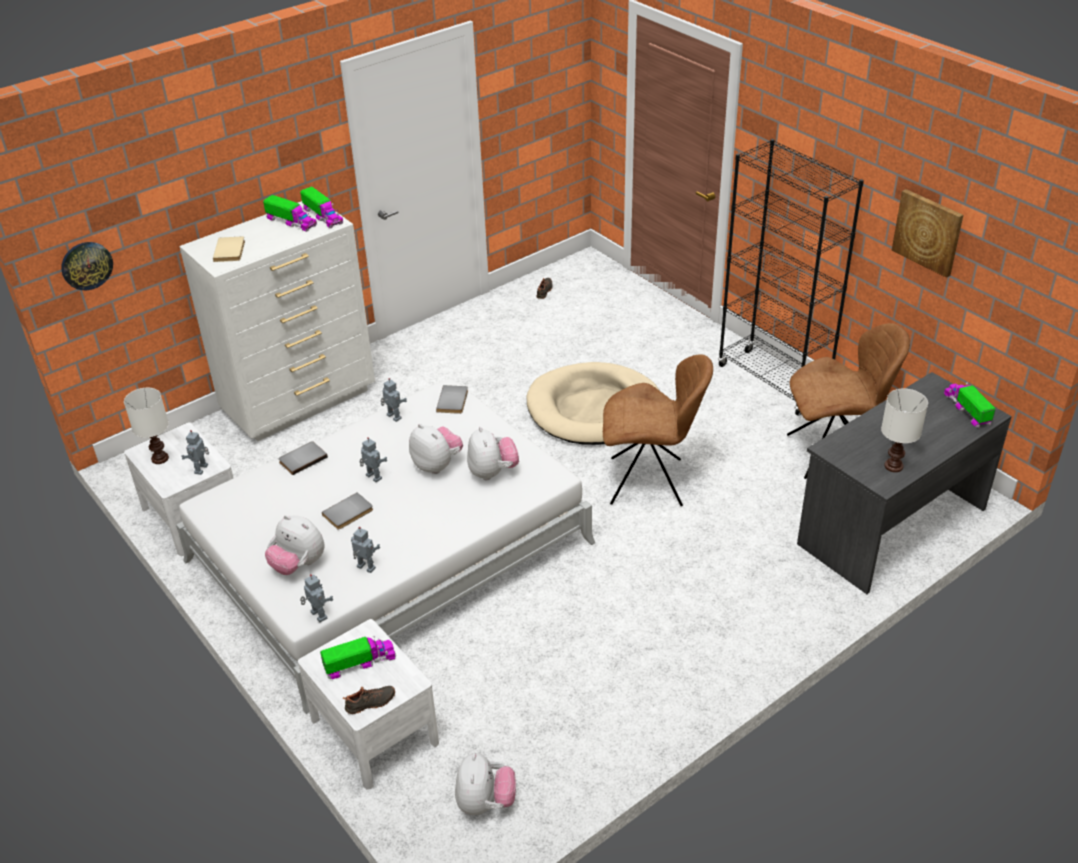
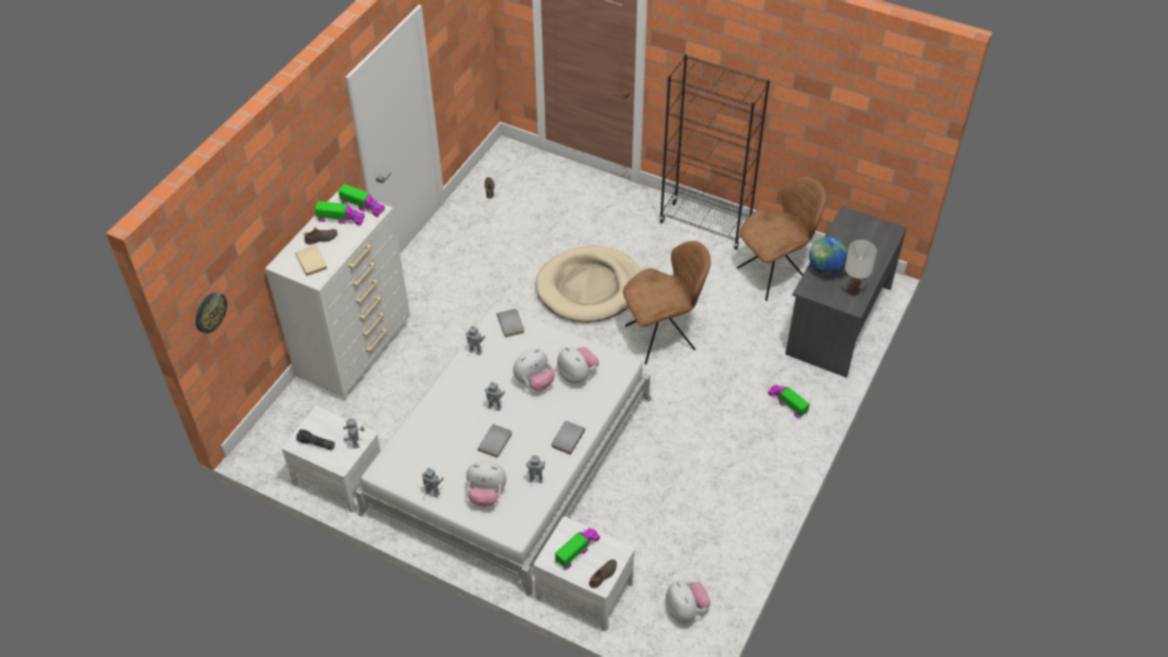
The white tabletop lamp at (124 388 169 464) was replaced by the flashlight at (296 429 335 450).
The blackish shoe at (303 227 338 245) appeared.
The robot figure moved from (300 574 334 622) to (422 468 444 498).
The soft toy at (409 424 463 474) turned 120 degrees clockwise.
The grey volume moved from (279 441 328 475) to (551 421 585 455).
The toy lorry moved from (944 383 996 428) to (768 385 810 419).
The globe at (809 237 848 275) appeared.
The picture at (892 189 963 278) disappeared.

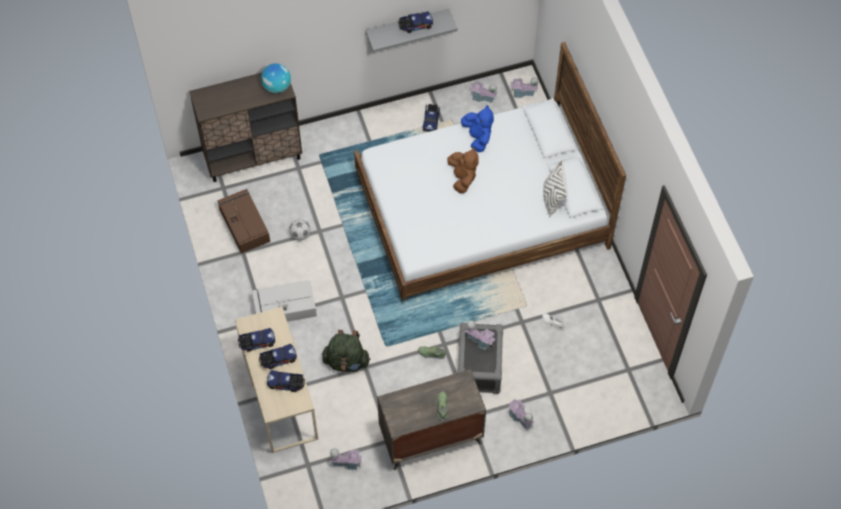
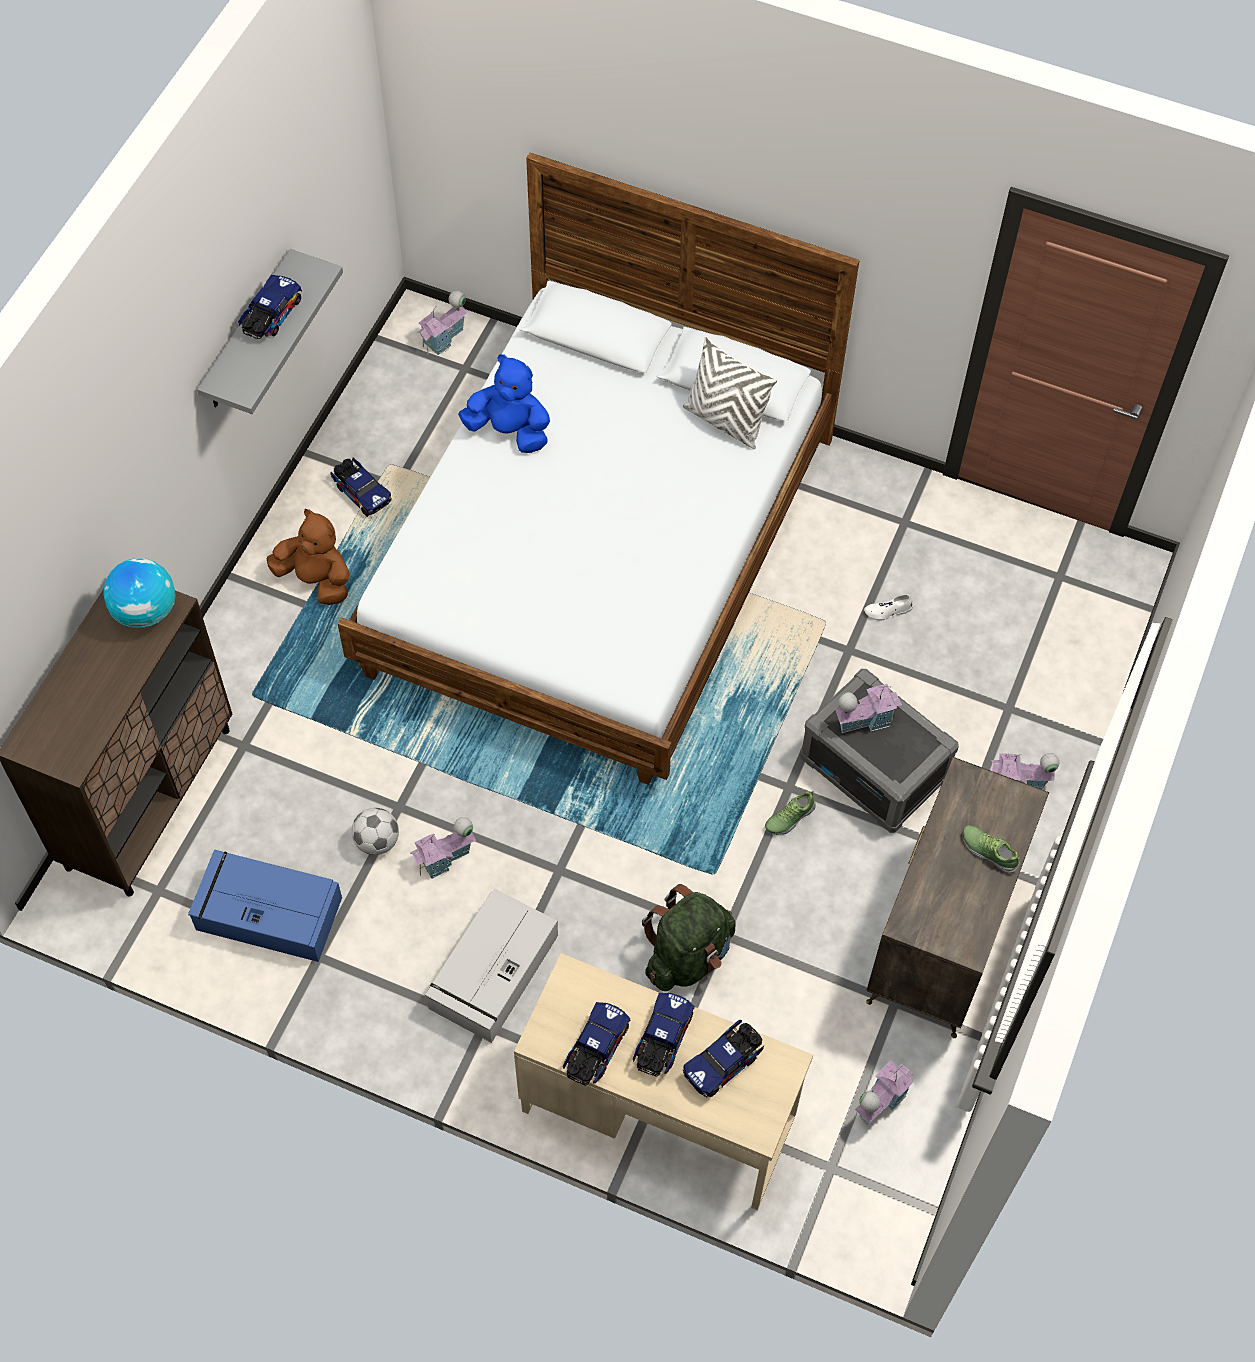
The brown storage bin at (217 189 270 254) became the blue-coloured storage bin at (188 850 342 962).
The brown soft toy moved from (447 147 479 193) to (266 509 349 605).
The toy house moved from (469 81 497 103) to (410 817 476 879).

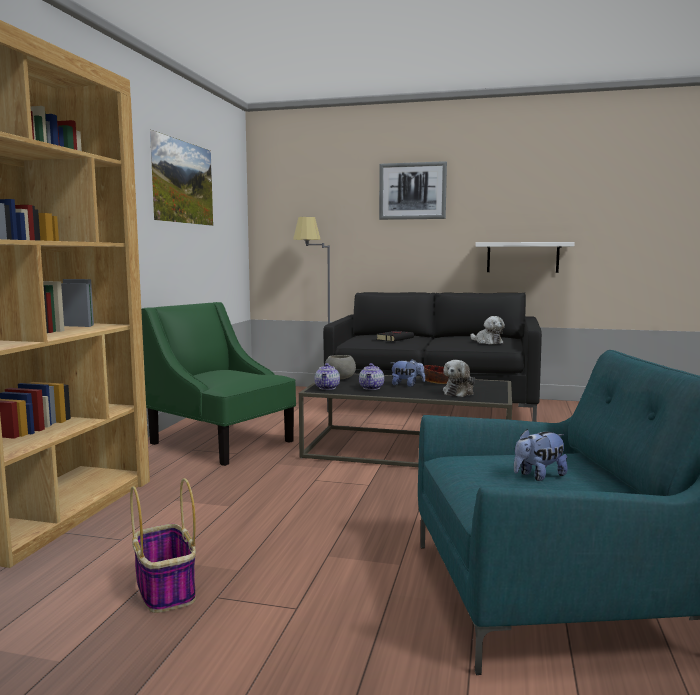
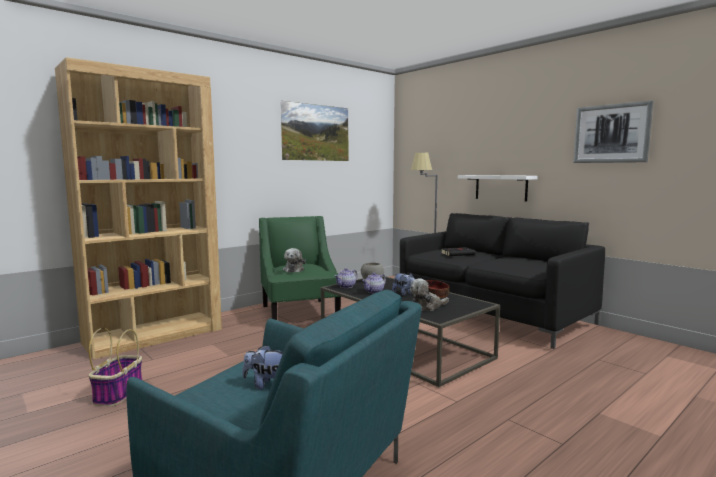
The soft toy moved from (470 316 505 344) to (283 248 306 273).
The white wall shelf moved from (476 242 575 273) to (458 175 538 201).
The picture moved from (379 161 447 220) to (573 101 653 163).

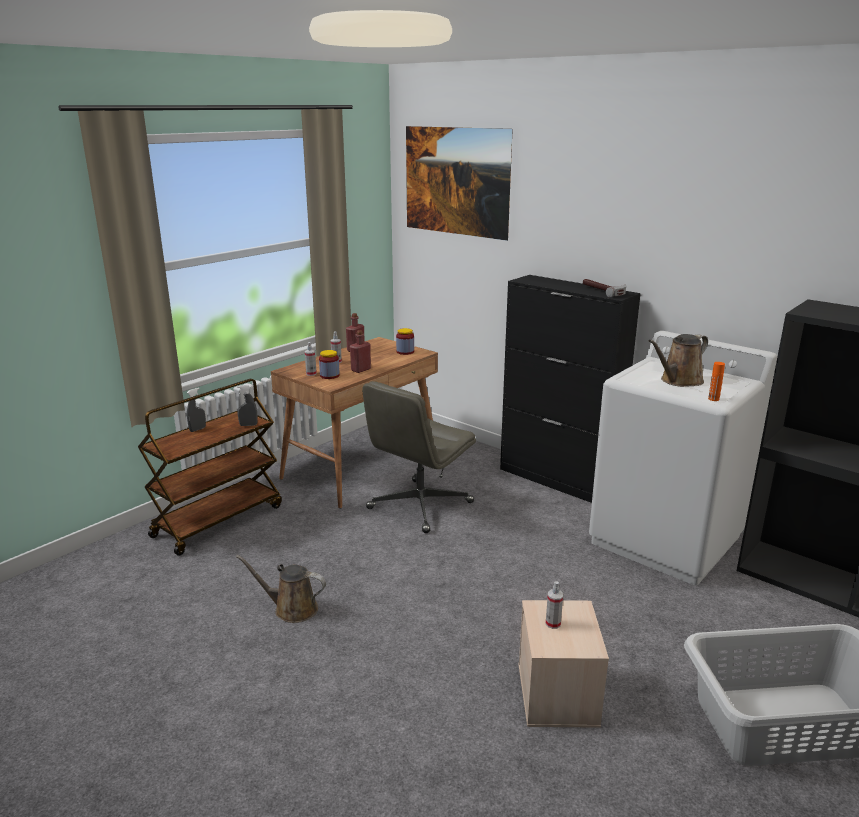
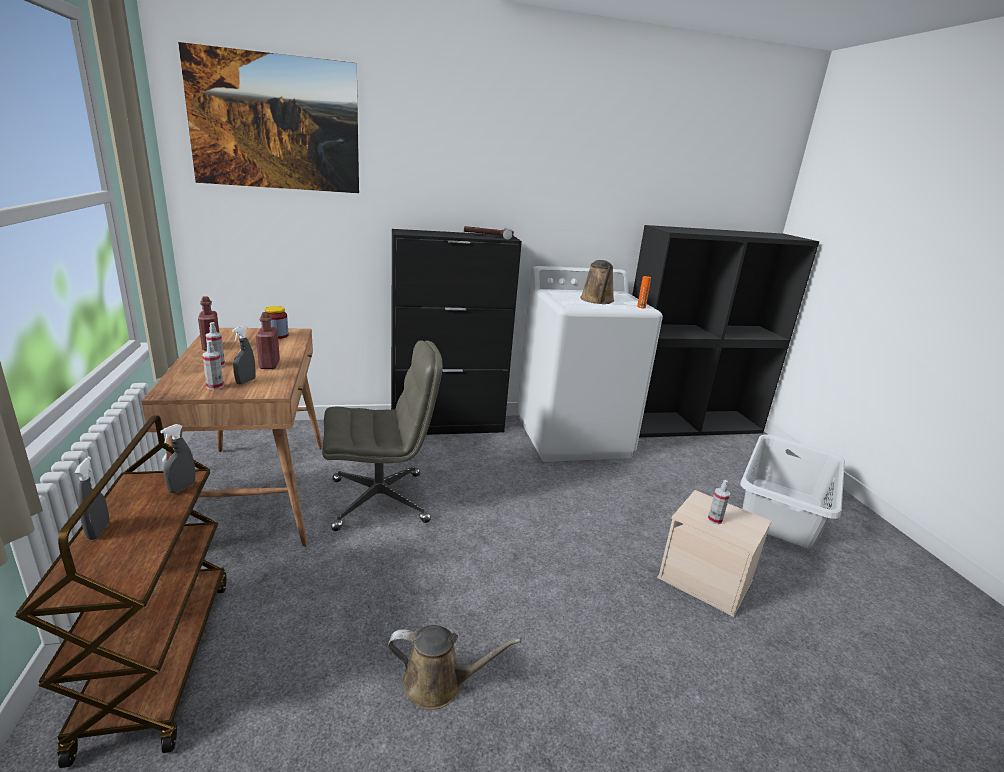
The jar at (319 350 340 379) was replaced by the grey hand sprayer at (232 326 256 385).
The grey office chair at (362 381 476 533) turned 90 degrees counterclockwise.
The brown watering pot at (236 555 326 623) turned 135 degrees counterclockwise.

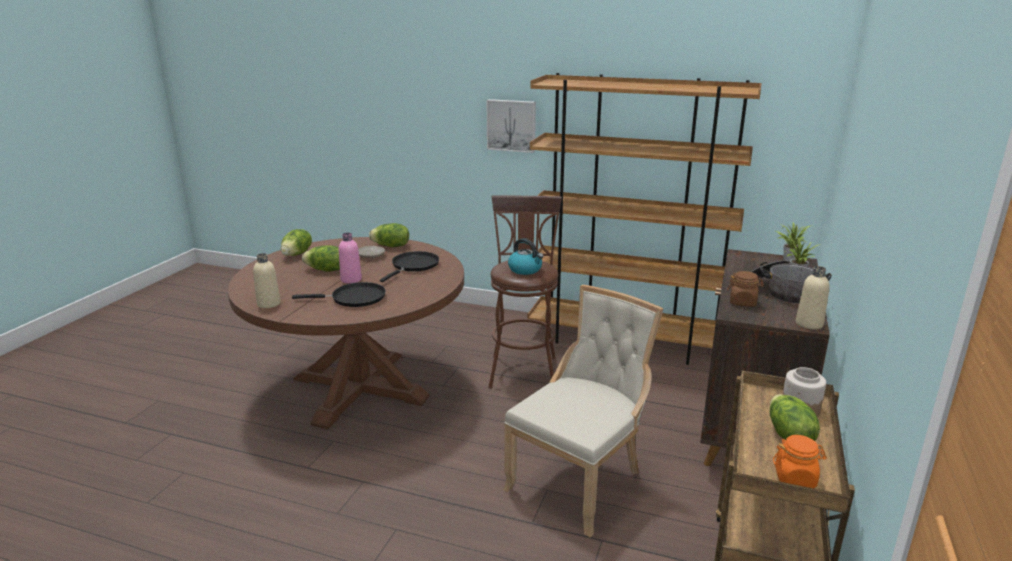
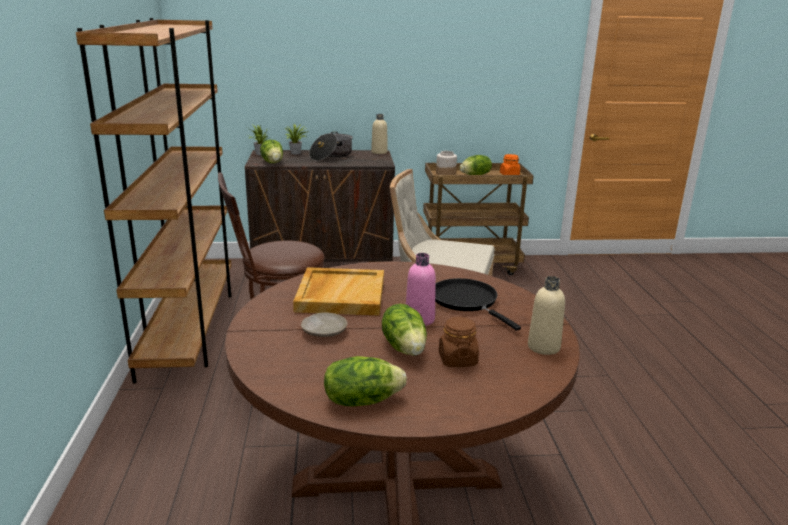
The lettuce moved from (369 223 409 247) to (260 140 283 163).
The blackish skillet at (380 251 439 282) was replaced by the beige serving tray at (293 267 384 316).
The brown jar moved from (727 271 764 307) to (439 317 479 367).
The picture at (486 99 536 153) disappeared.
The kettle at (508 238 543 275) disappeared.

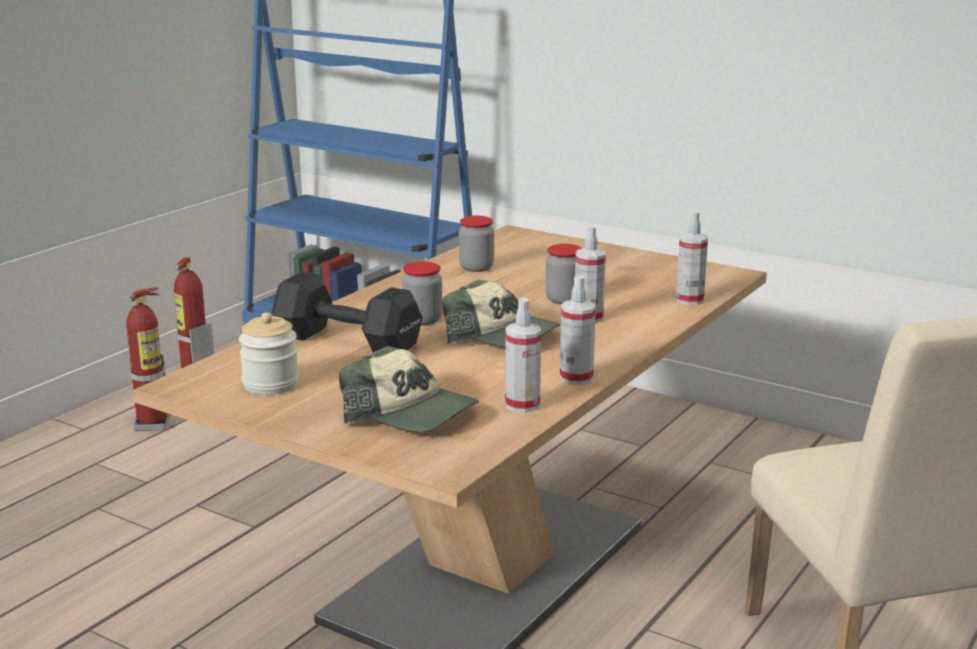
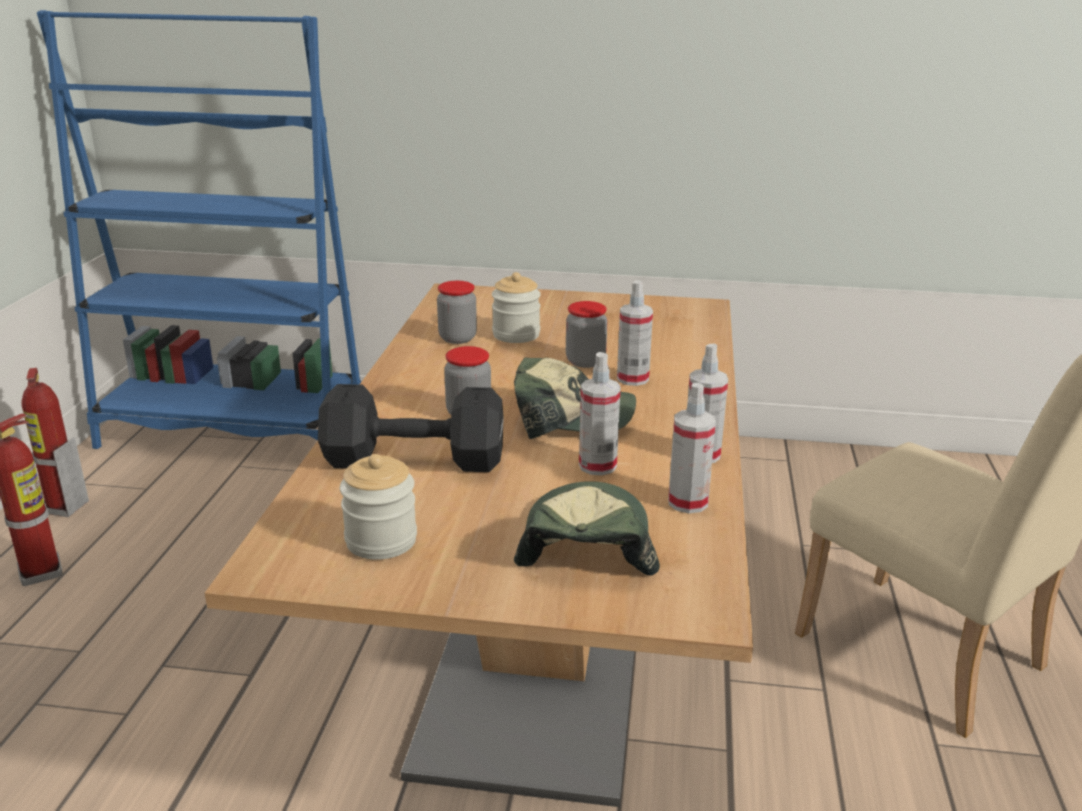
The jar at (492 272 541 343) appeared.
The cap at (339 346 479 432) turned 90 degrees counterclockwise.
The hand sprayer moved from (676 211 708 305) to (579 352 621 475).

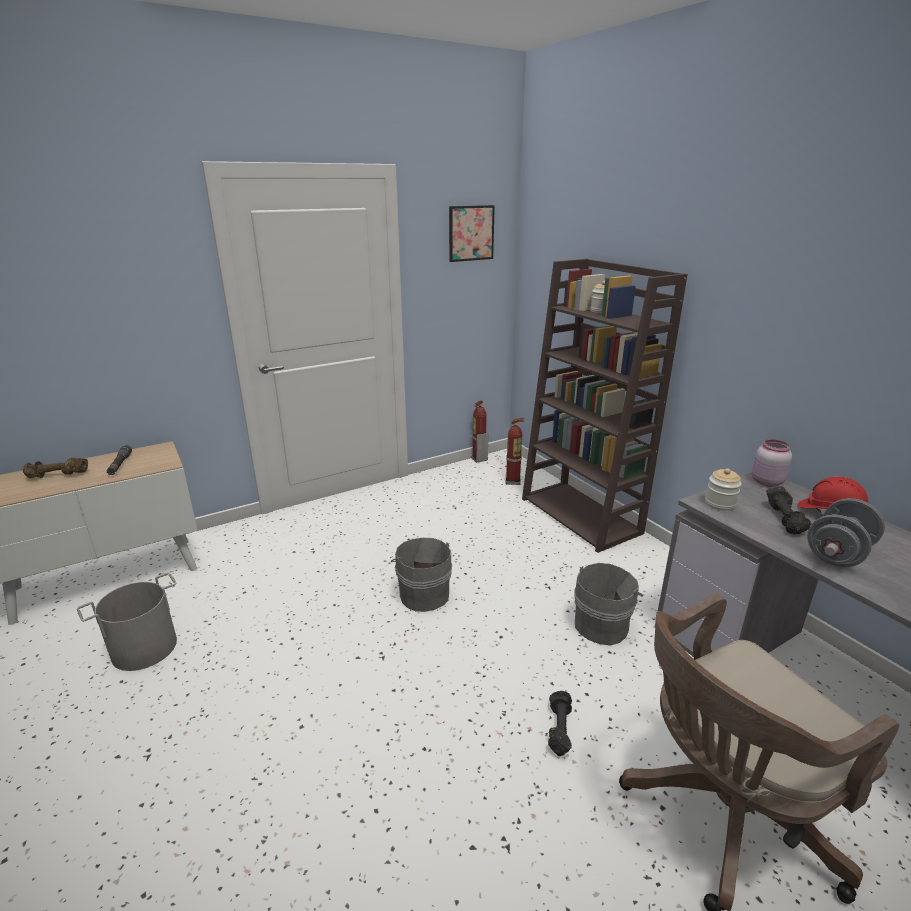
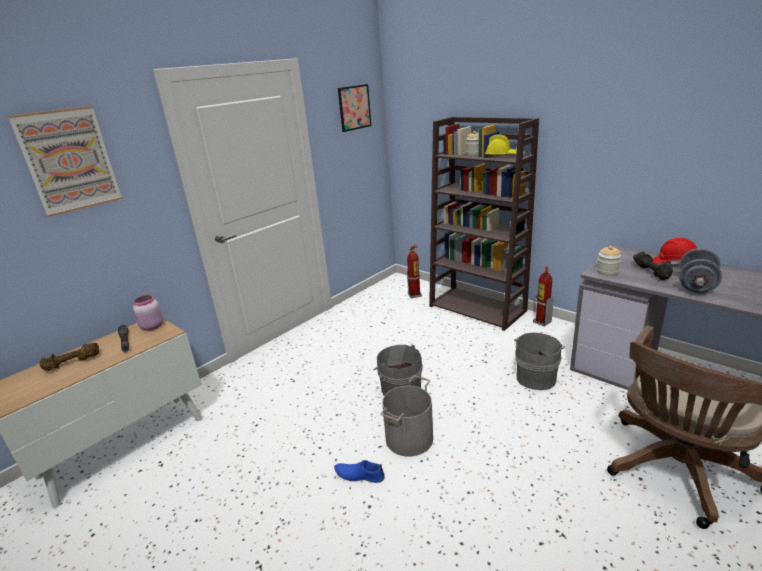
The picture at (8 106 122 217) appeared.
The pink jar moved from (752 439 792 487) to (133 295 163 331).
The blue-coloured shoe at (334 460 385 483) appeared.
The grey water bucket moved from (77 573 177 671) to (381 376 433 457).
The yellow-coloured work helmet at (485 135 517 158) appeared.
The extinguisher moved from (471 400 488 463) to (533 267 554 327).
The blackish free weight at (548 691 572 756) disappeared.

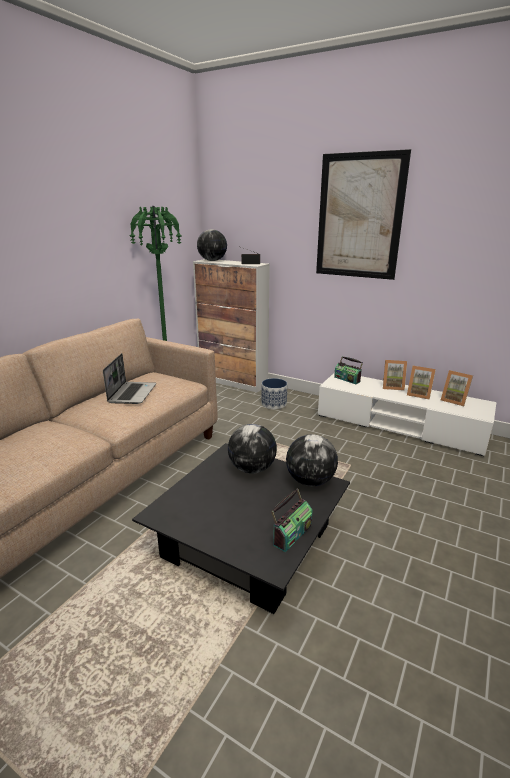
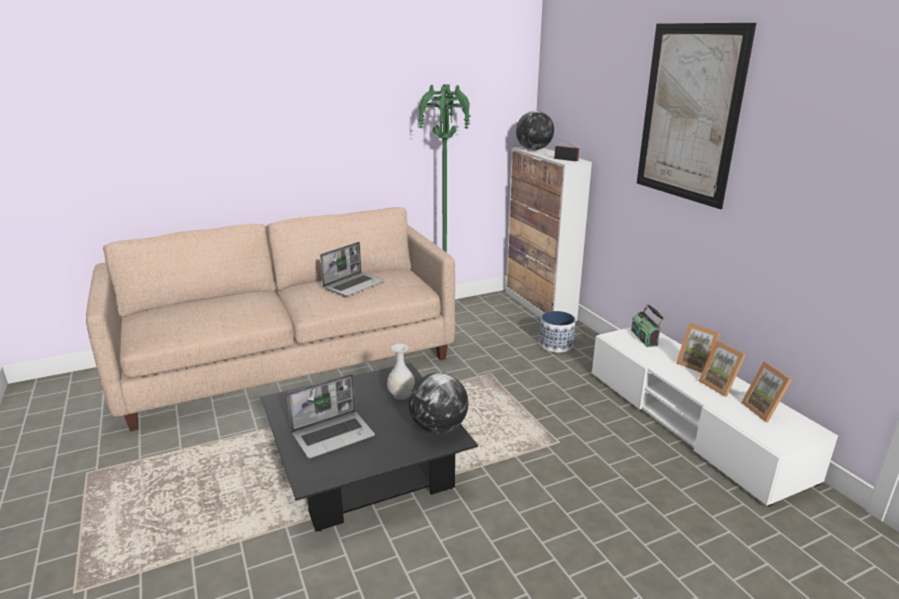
The laptop at (287 374 375 459) appeared.
The globe at (228 424 277 474) was replaced by the white vase at (387 344 415 400).
The radio set at (271 488 312 552) disappeared.

